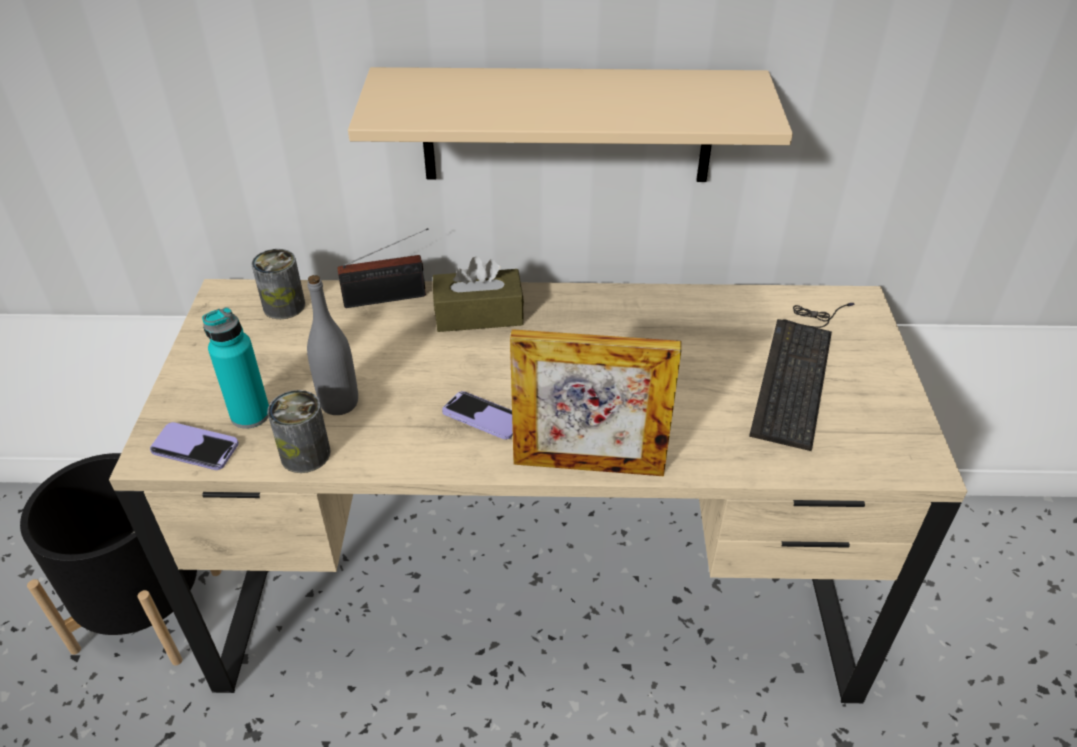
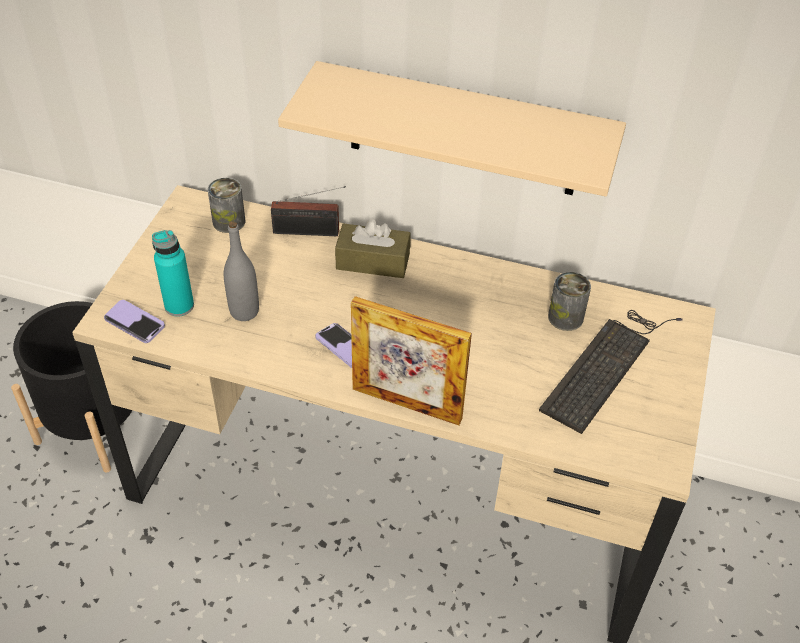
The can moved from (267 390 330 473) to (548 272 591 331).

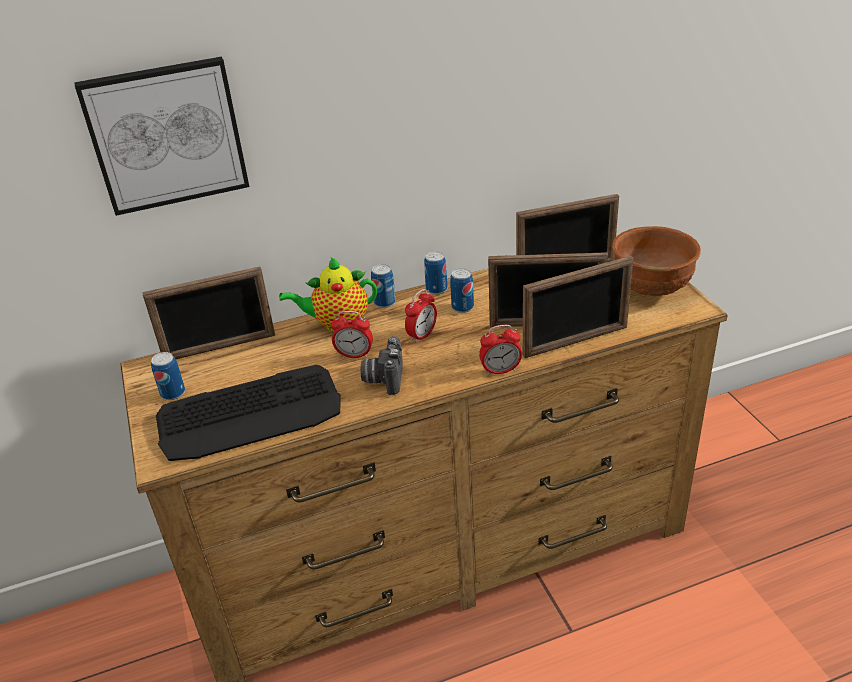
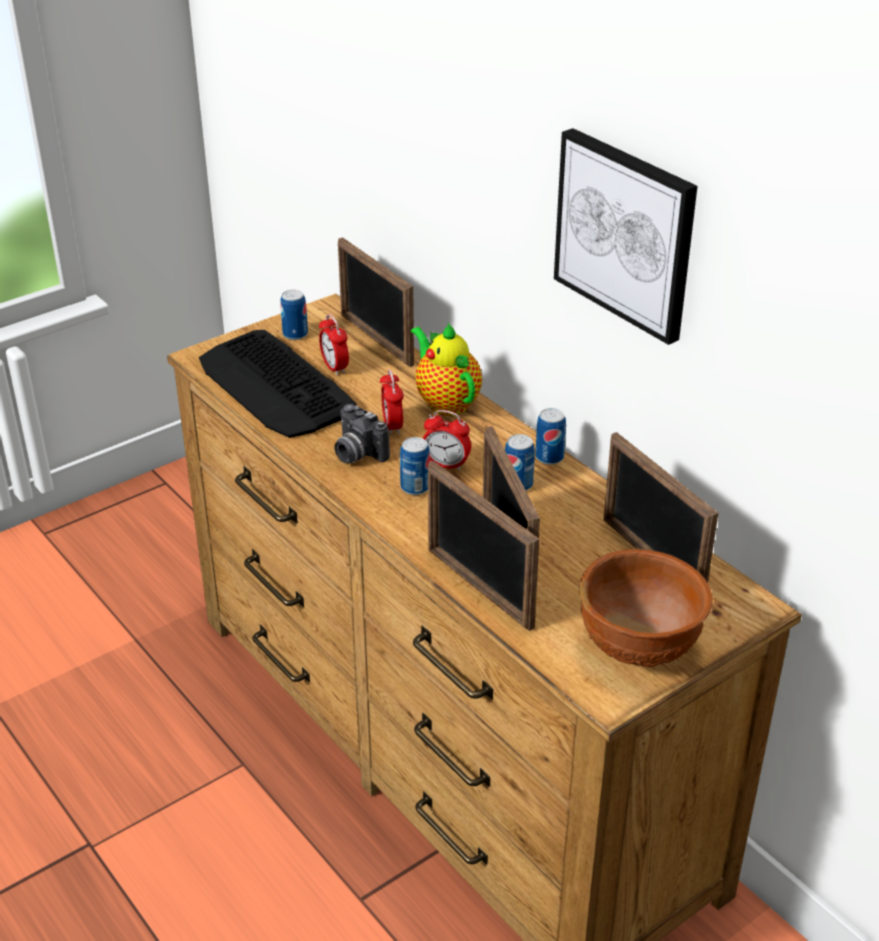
The table clock moved from (479 325 522 376) to (319 314 349 376).
The photo camera at (361 336 403 395) turned 120 degrees counterclockwise.
The can moved from (371 264 396 308) to (400 437 430 495).
The picture moved from (74 57 249 216) to (554 128 698 345).

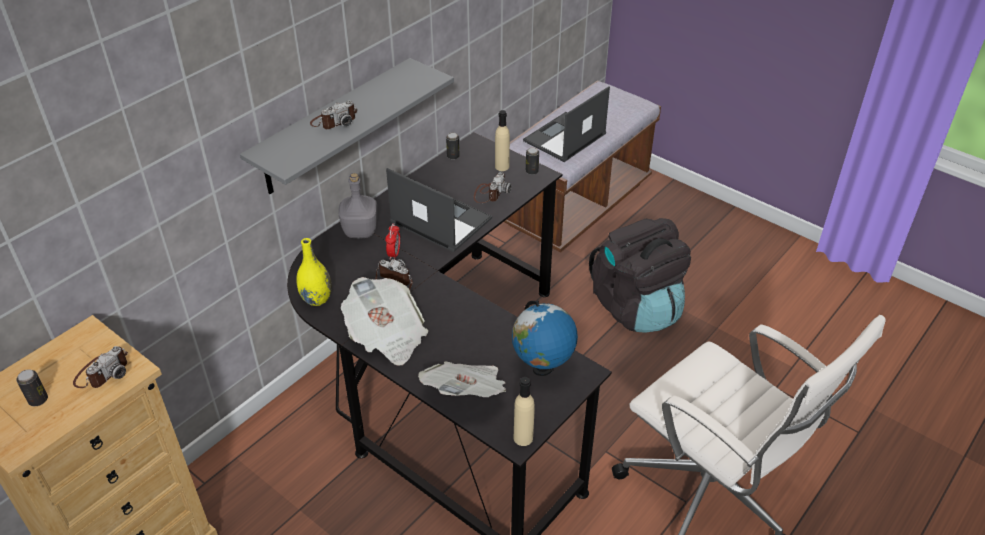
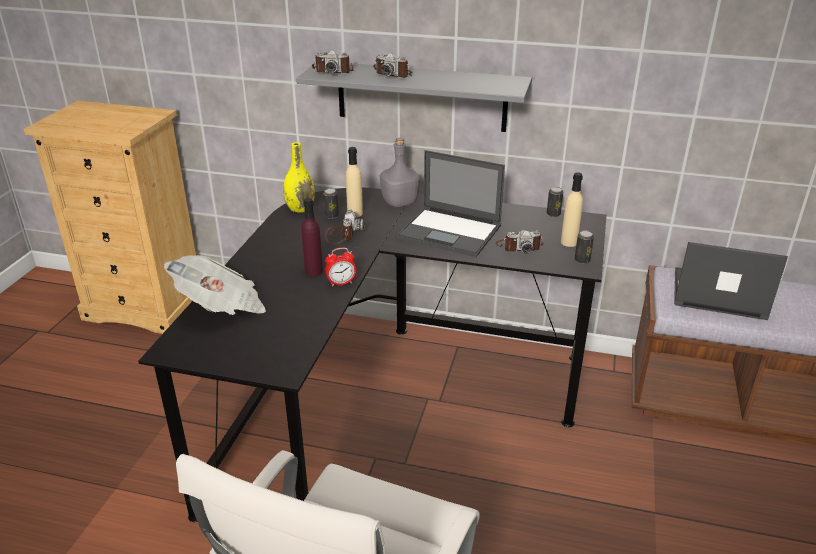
The purple-coloured beverage bottle at (302 198 323 276) appeared.
The photo camera moved from (73 346 128 388) to (312 50 353 73).
The can moved from (16 369 48 406) to (323 188 339 219).
The table clock moved from (385 223 400 260) to (325 248 357 287).
The beige beverage bottle moved from (513 377 535 446) to (346 147 363 217).
The laptop at (386 168 492 252) turned 105 degrees clockwise.
The newspaper at (341 277 428 366) disappeared.
The globe at (512 301 578 376) disappeared.
The blackish knapsack at (589 218 691 333) disappeared.

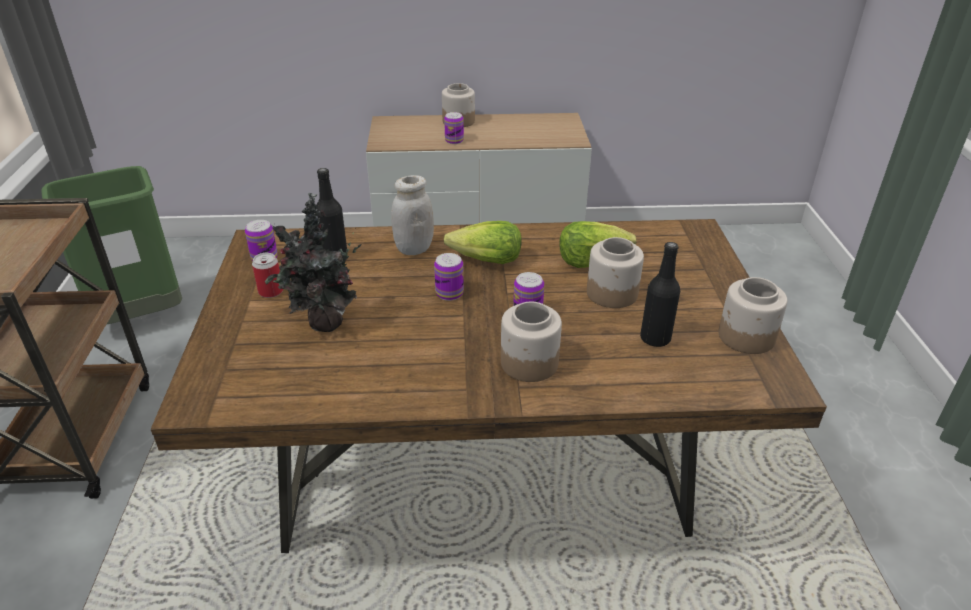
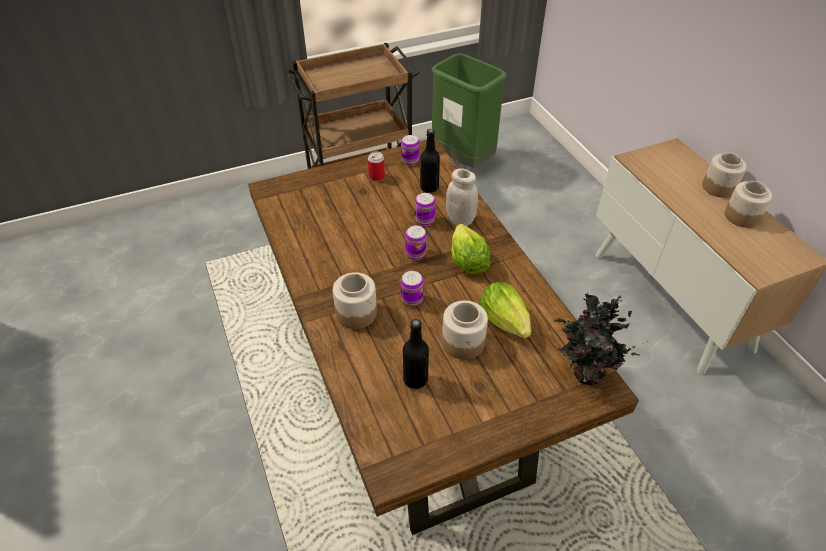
The can moved from (444 112 464 144) to (415 193 435 226).
The potted plant moved from (265 193 361 332) to (553 292 648 385).
The jar moved from (719 277 788 354) to (725 181 772 228).

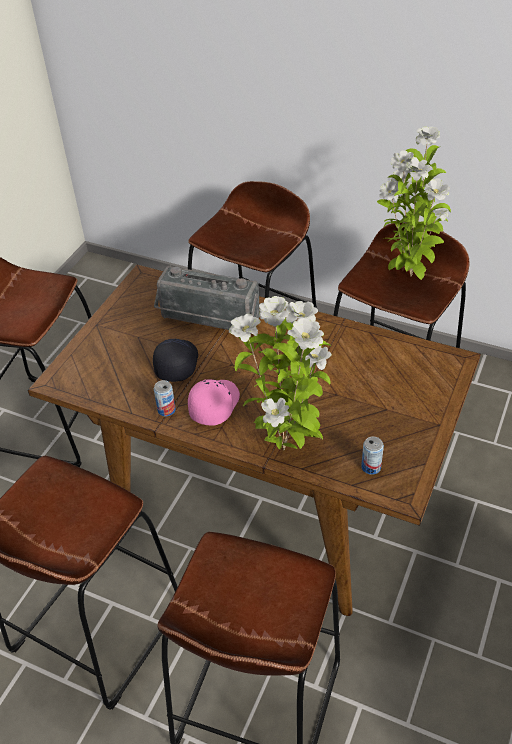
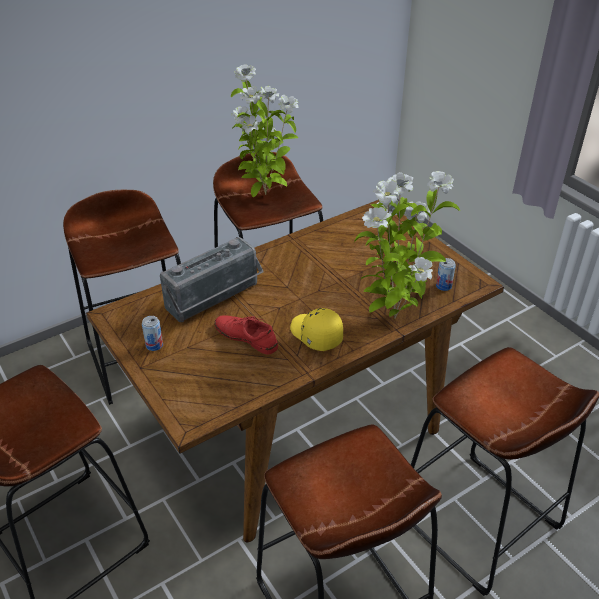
The can moved from (154 380 176 416) to (142 316 163 351).
The blackish cap at (153 339 198 382) was replaced by the reddish shoe at (214 315 278 355).
The pink cap at (188 379 240 425) became the yellow-coloured cap at (290 308 343 351).

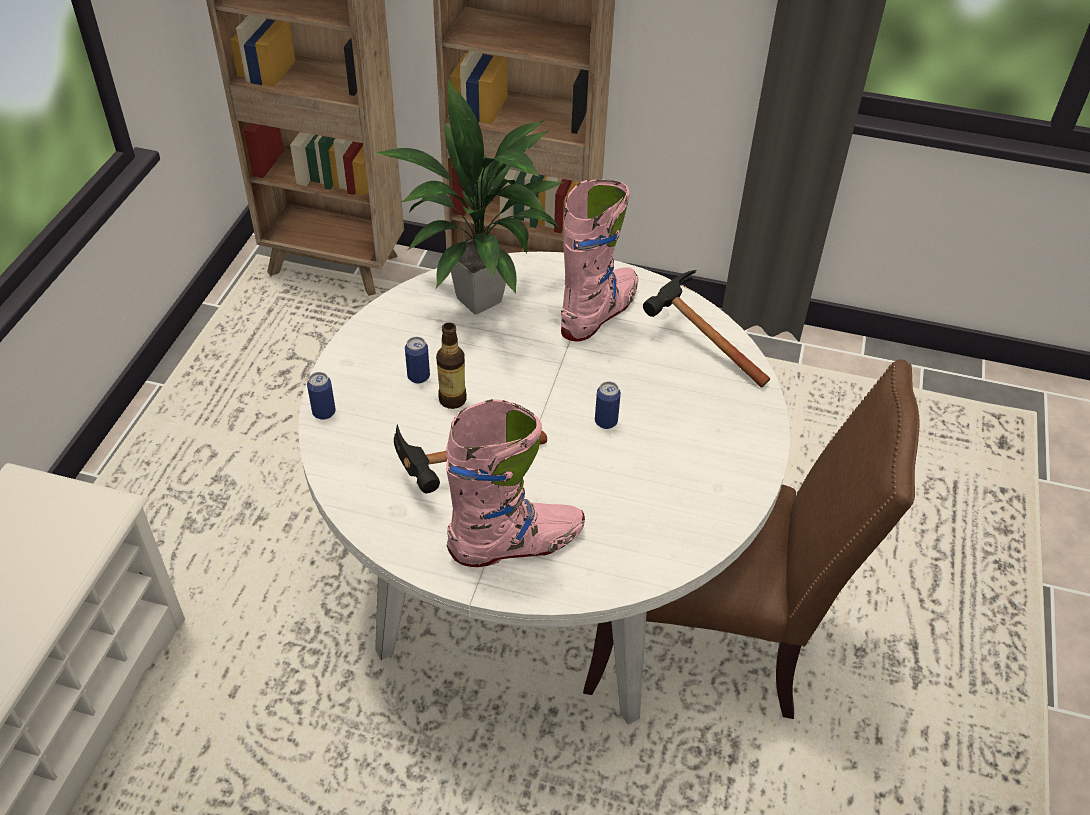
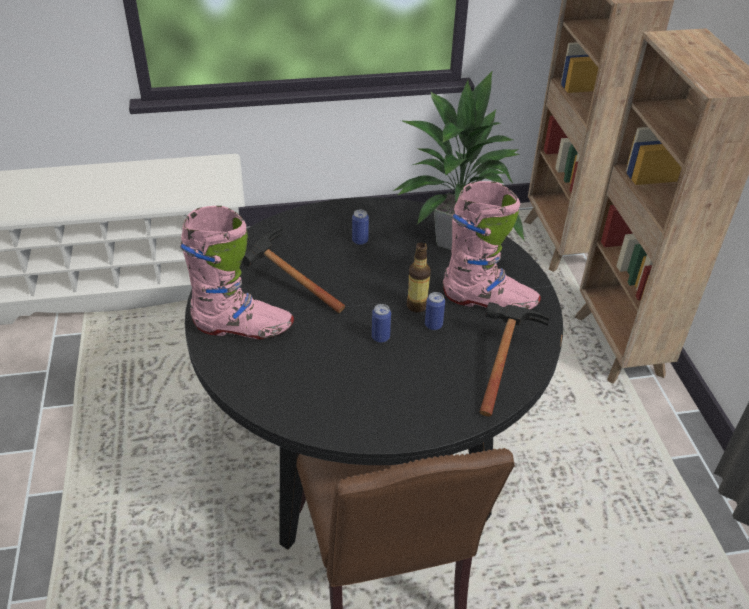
The pink high-top boot at (446 399 585 567) turned 45 degrees counterclockwise.
The white kitchen table at (298 252 790 725) became the blackish kitchen table at (185 197 563 550).
The beverage bottle moved from (436 323 467 409) to (407 243 431 312).
The can moved from (307 372 336 420) to (425 292 445 330).

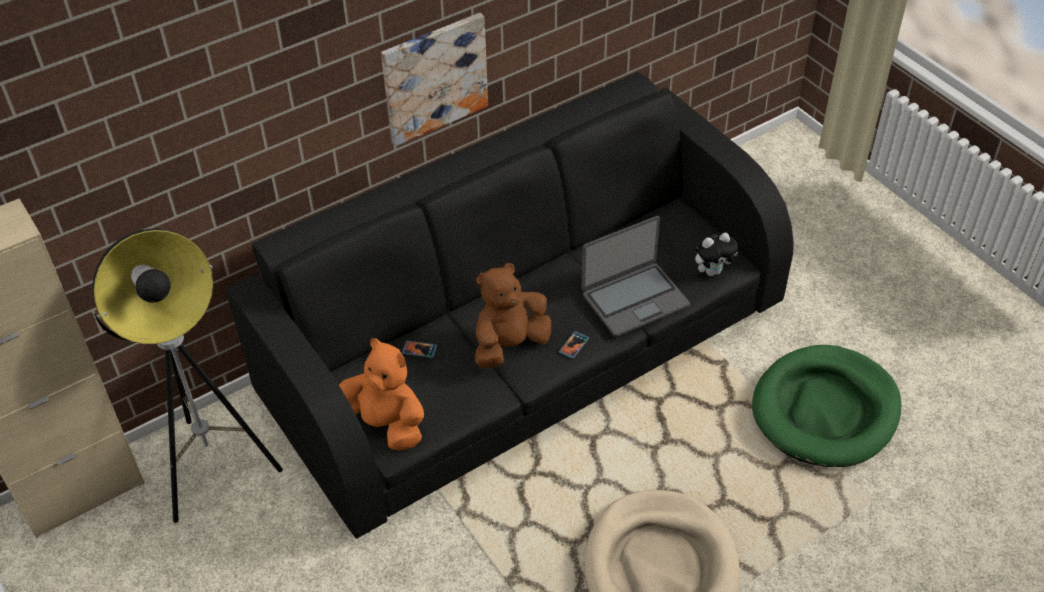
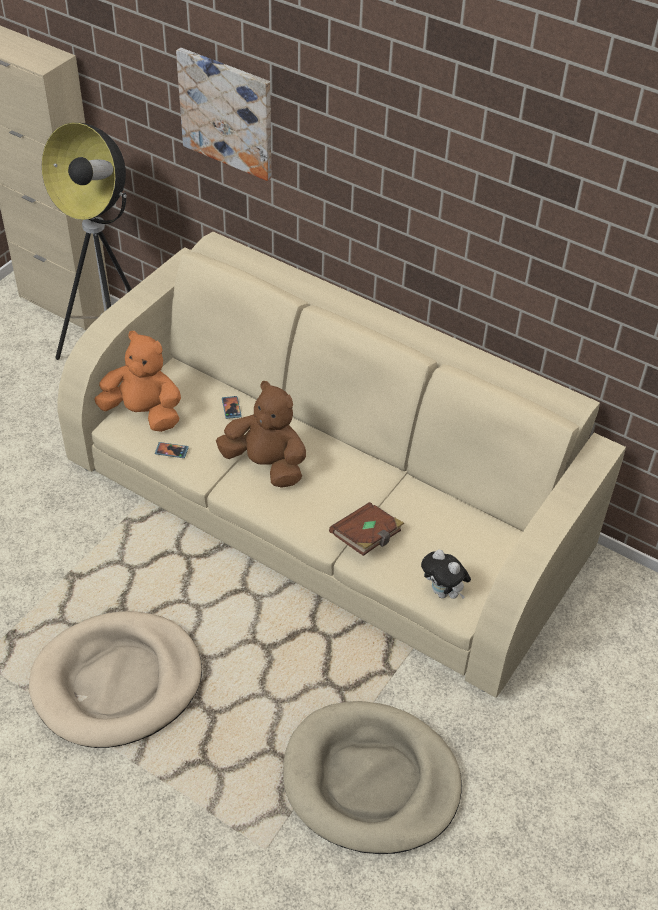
The blackish sofa at (226 72 794 539) became the beige sofa at (57 232 626 698).
The orangey soft toy at (339 338 424 451) turned 75 degrees counterclockwise.
The handset moved from (559 331 589 359) to (155 442 189 458).
The picture moved from (381 13 488 146) to (176 48 271 181).
The greenish dog bed at (752 345 901 467) became the beige dog bed at (283 701 462 854).
The laptop at (581 216 690 337) was replaced by the brown volume at (329 502 404 556).

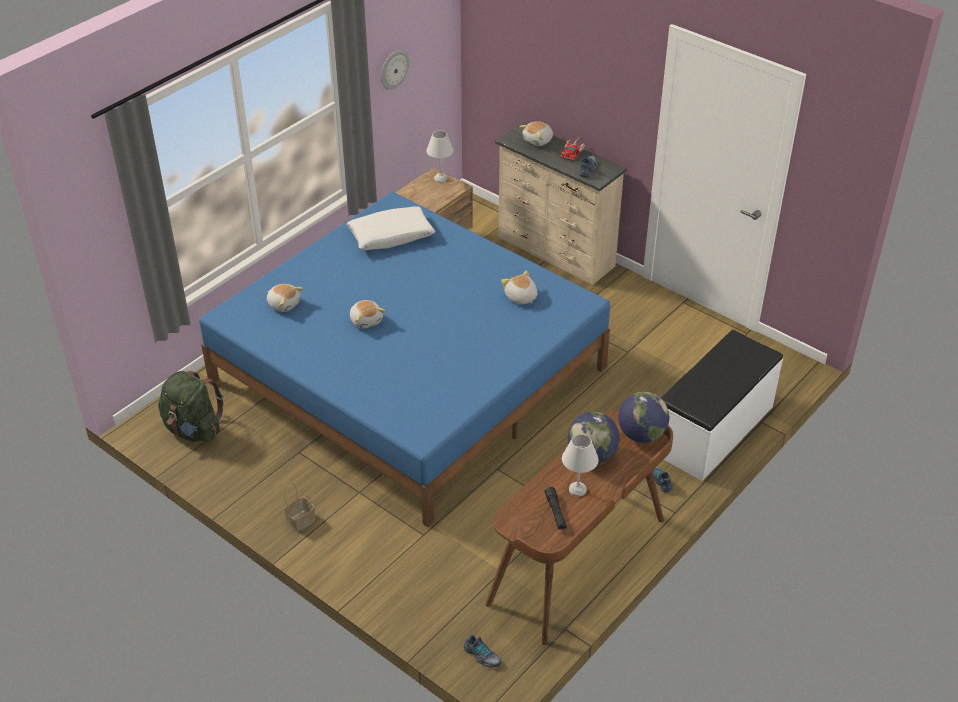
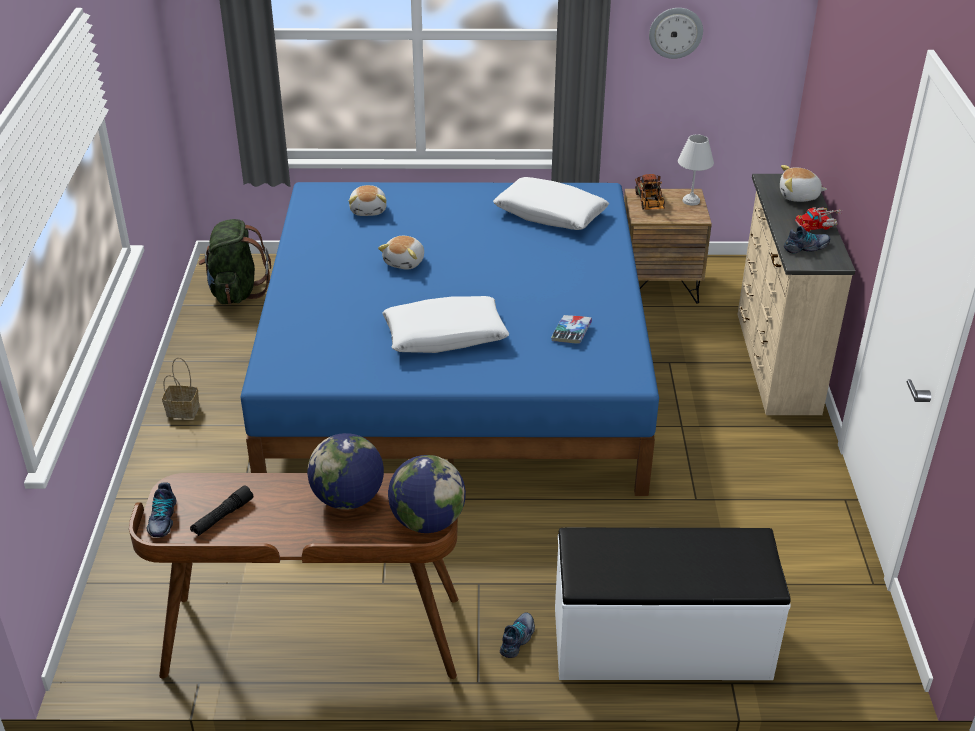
The shoe moved from (464 634 502 667) to (146 483 176 537).
The white cushion at (382 296 509 353) appeared.
The soft toy at (501 271 537 304) was replaced by the volume at (551 315 592 343).
The toy lorry at (635 174 665 210) appeared.
The white tabletop lamp at (562 434 599 497) disappeared.

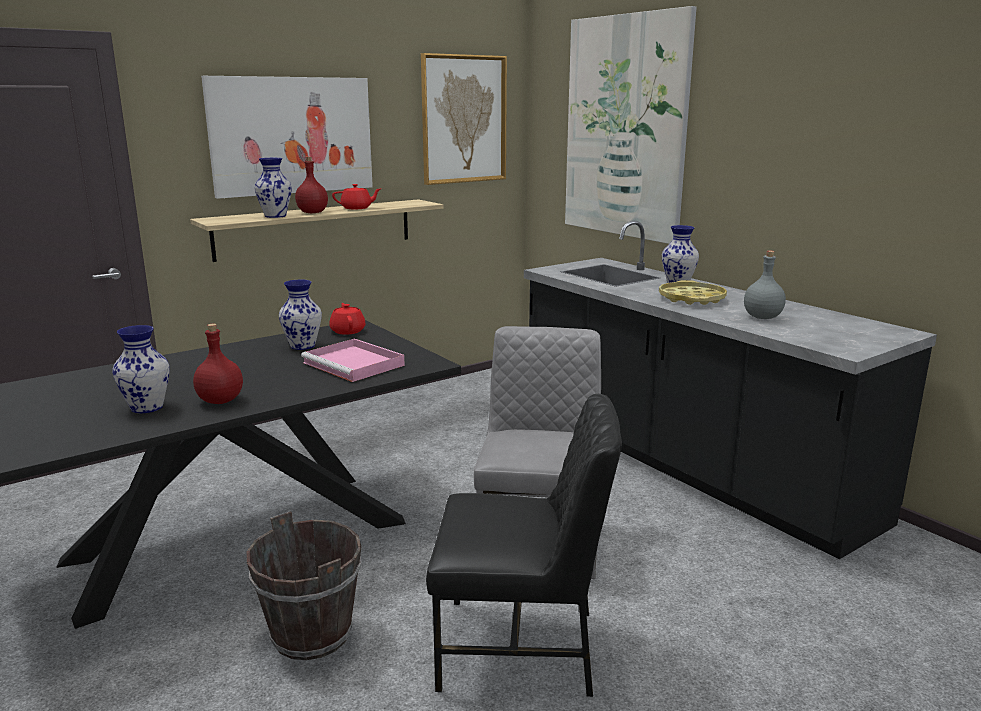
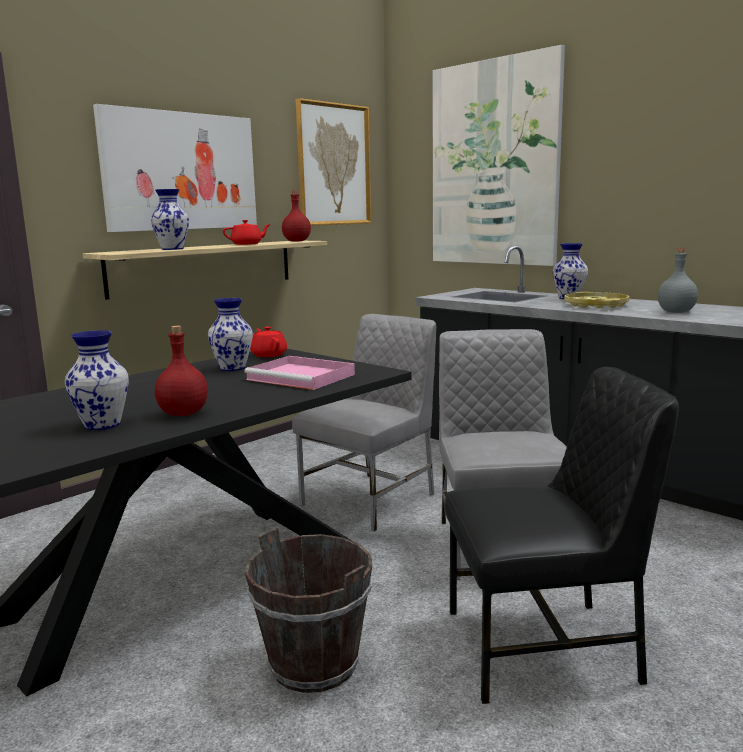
The reddish beverage bottle moved from (295 157 328 213) to (282 190 311 242).
The grey upright chair at (292 314 436 532) appeared.

